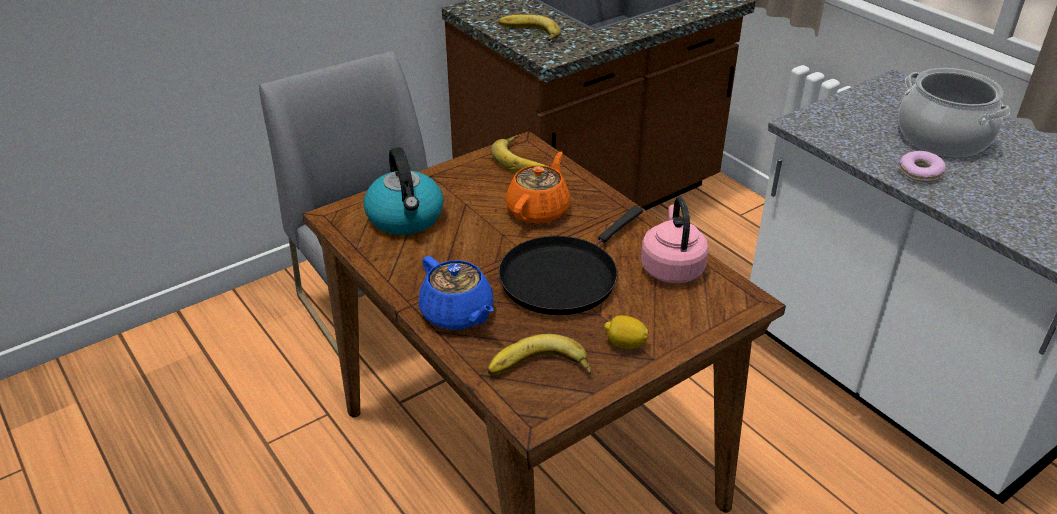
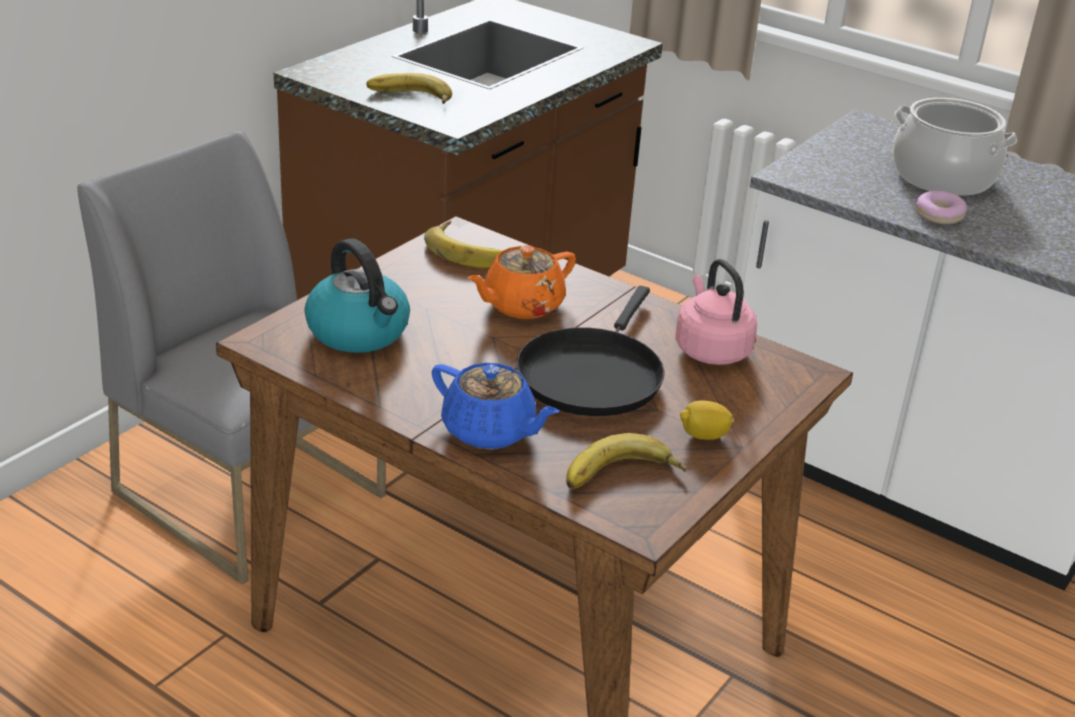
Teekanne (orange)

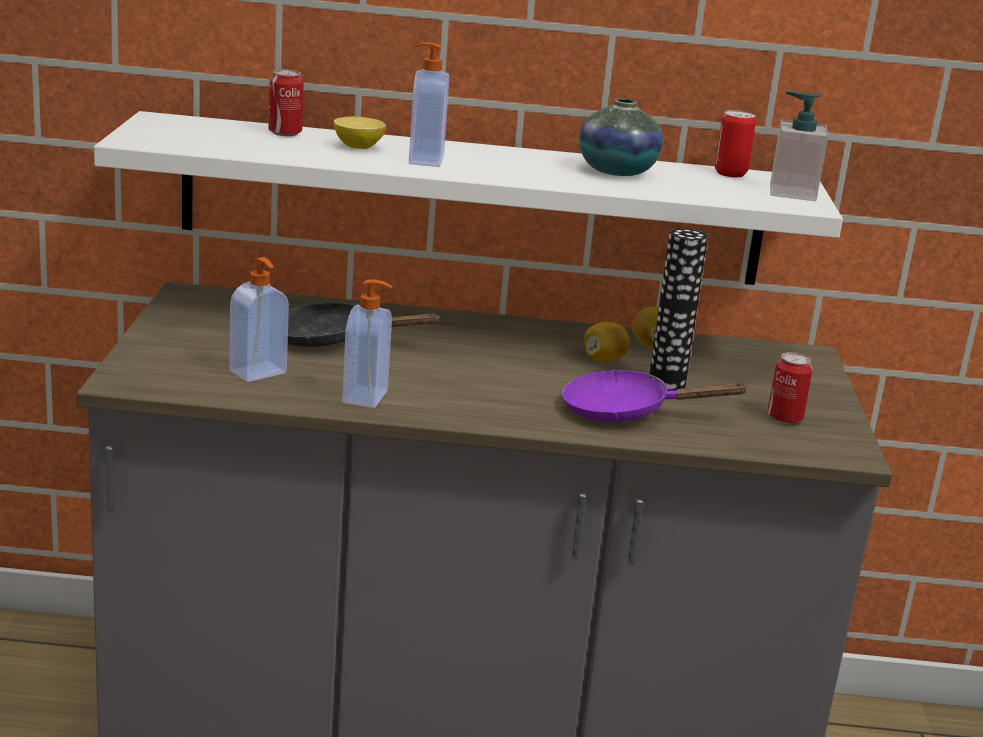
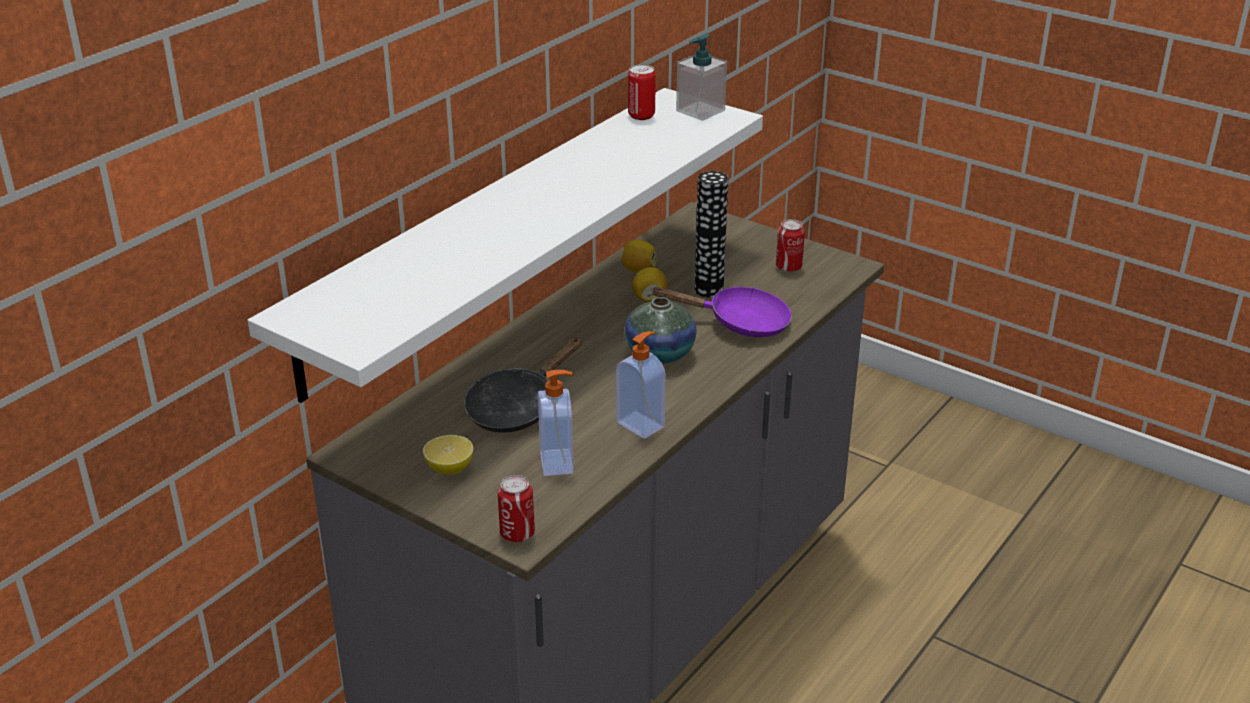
Seifenspender (3rd from left in the first image)
Dose (1st from left)
Vase (1st from left)
Zitrone (1st from left)
Pfanne (lila)

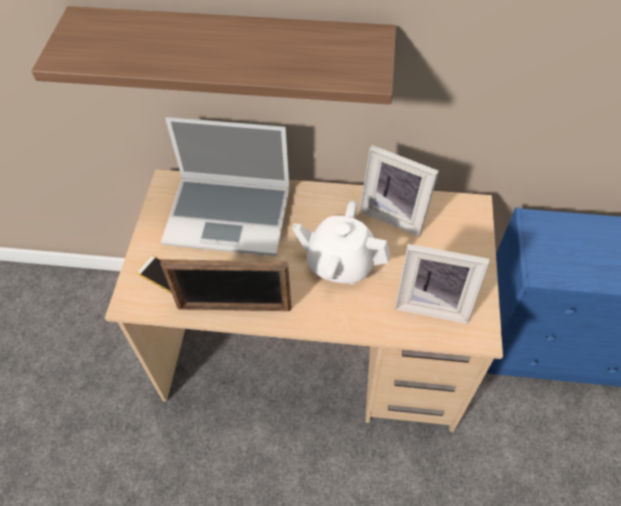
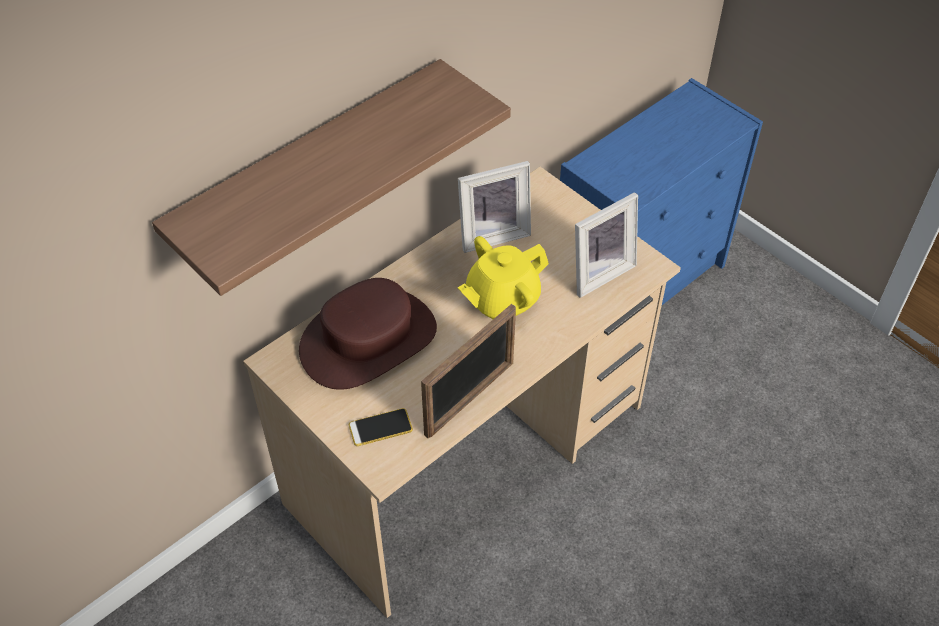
Hut (braun)
Teekanne (gelb)

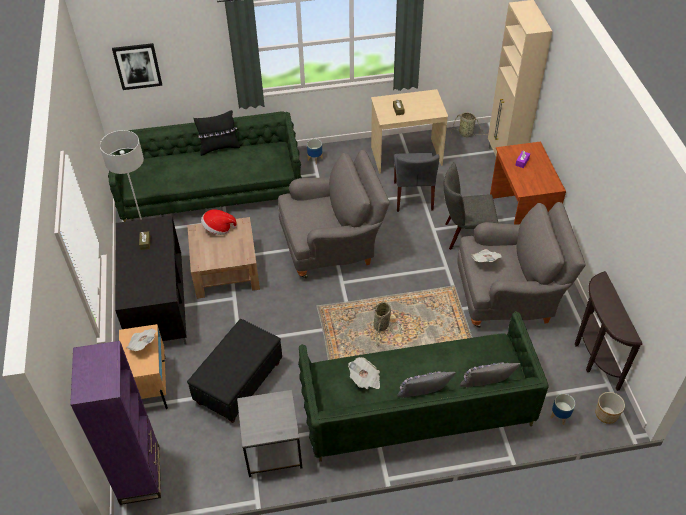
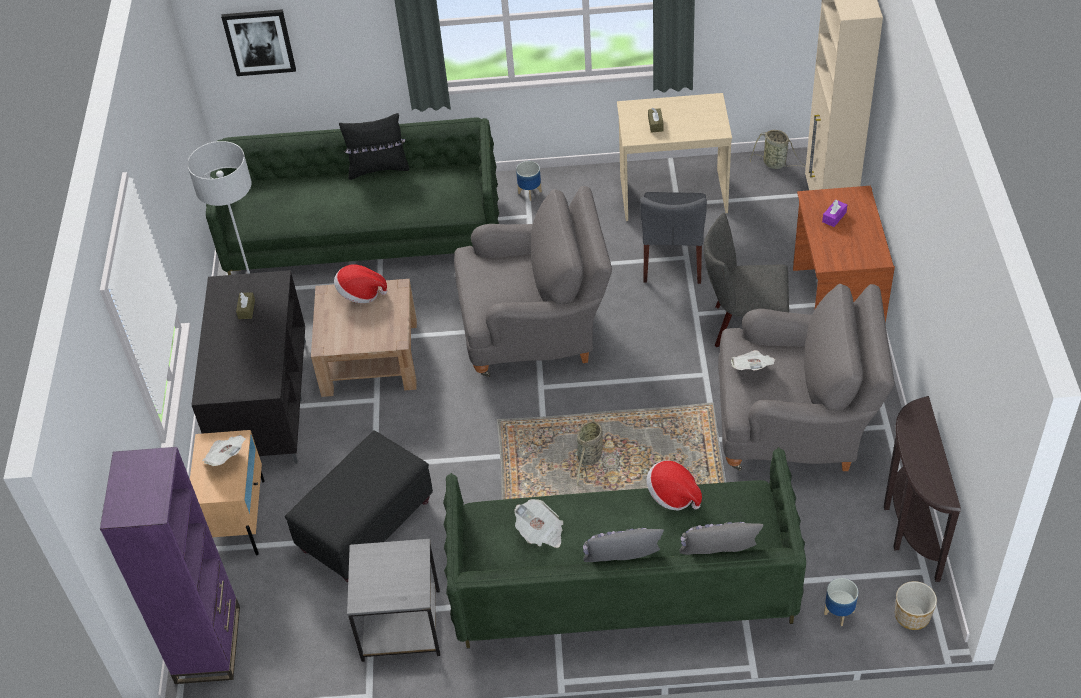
Hut (2nd from left)

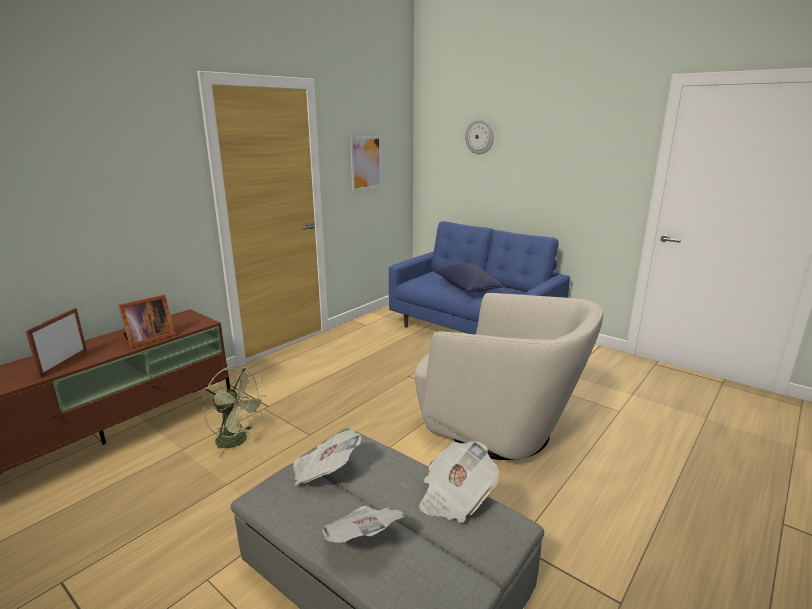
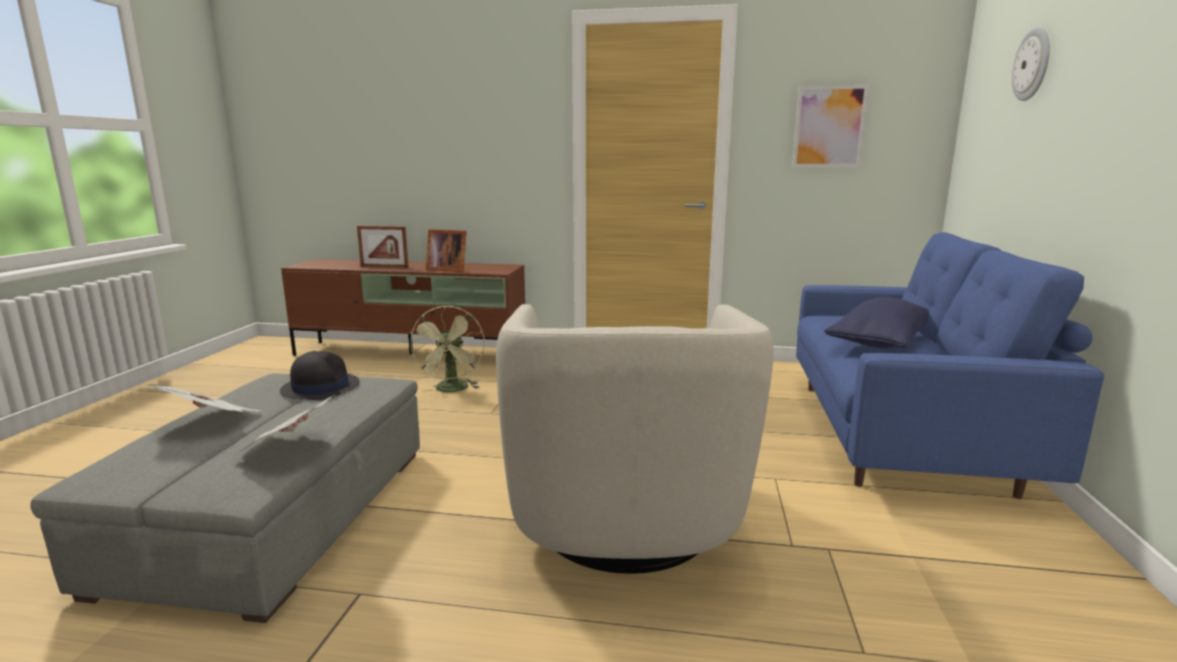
Bilderrahmen (1st from left)
Hut (schwarz)

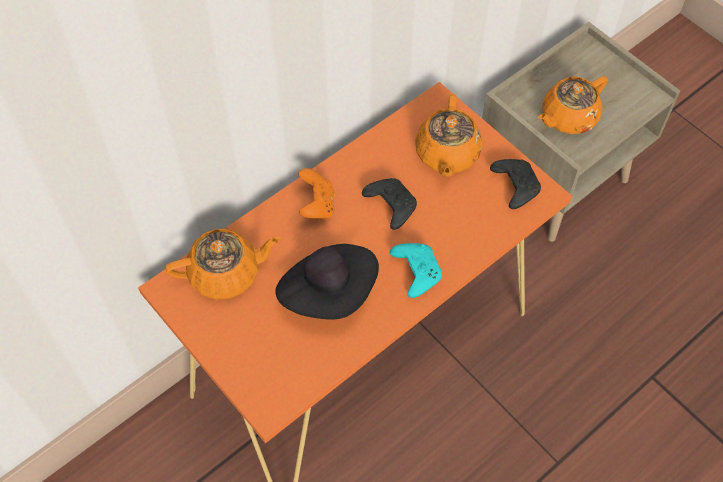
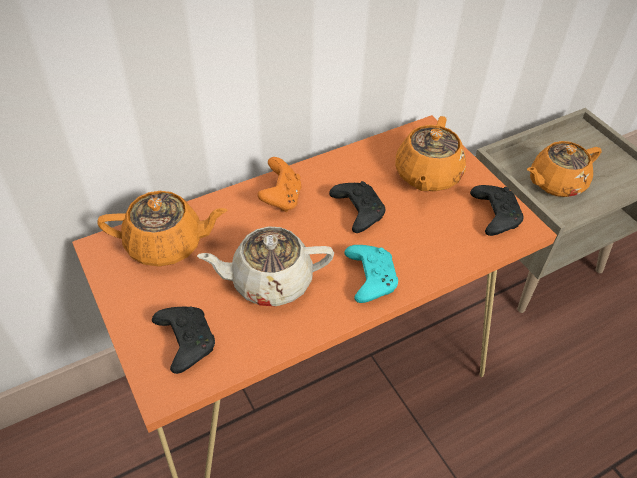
Teekanne (beige)
Gamepad (schwarz) (1st from left)

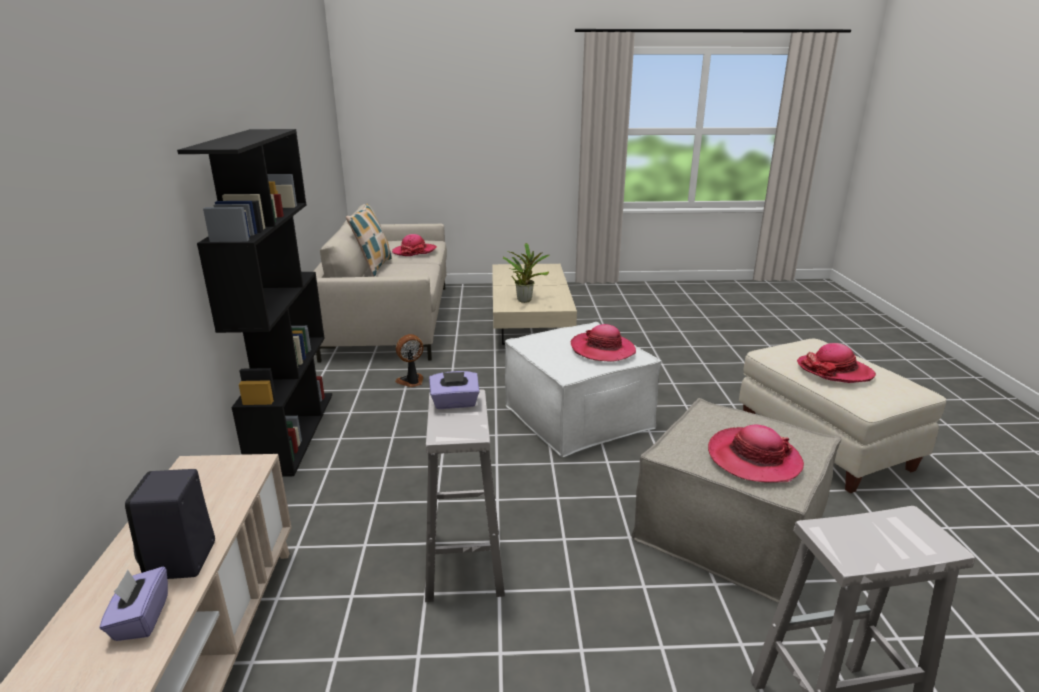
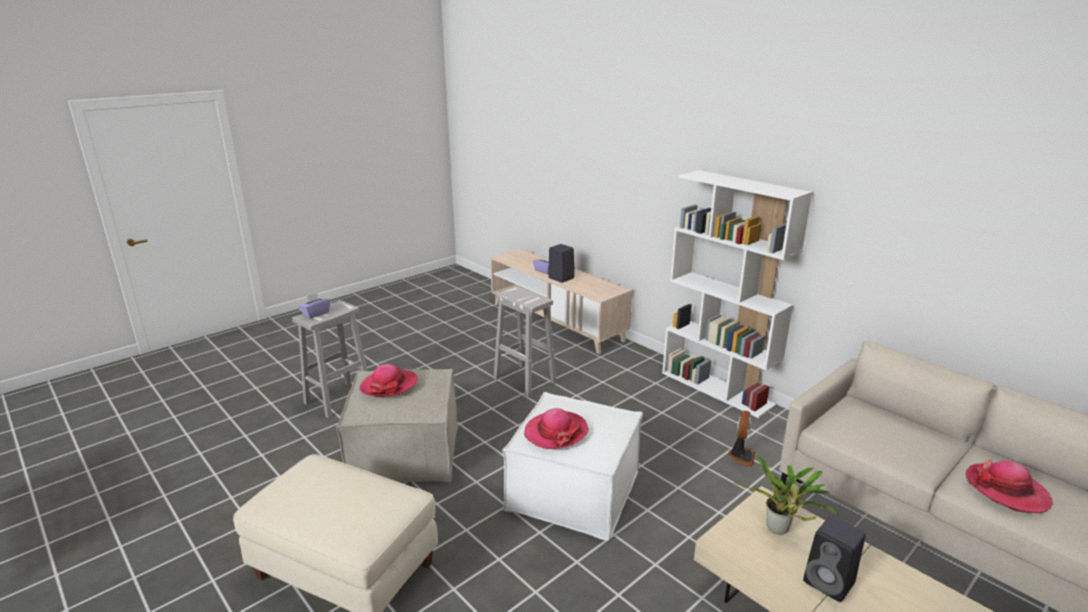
Bücherregal (weiß)
Kissen
Hut (4th from left in the first image)
Taschentuchbox (lila) (1st from left)
Lautsprecher (schwarz) (2nd from left)

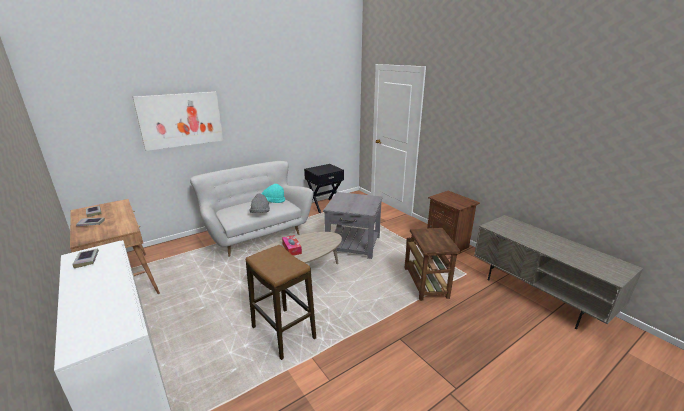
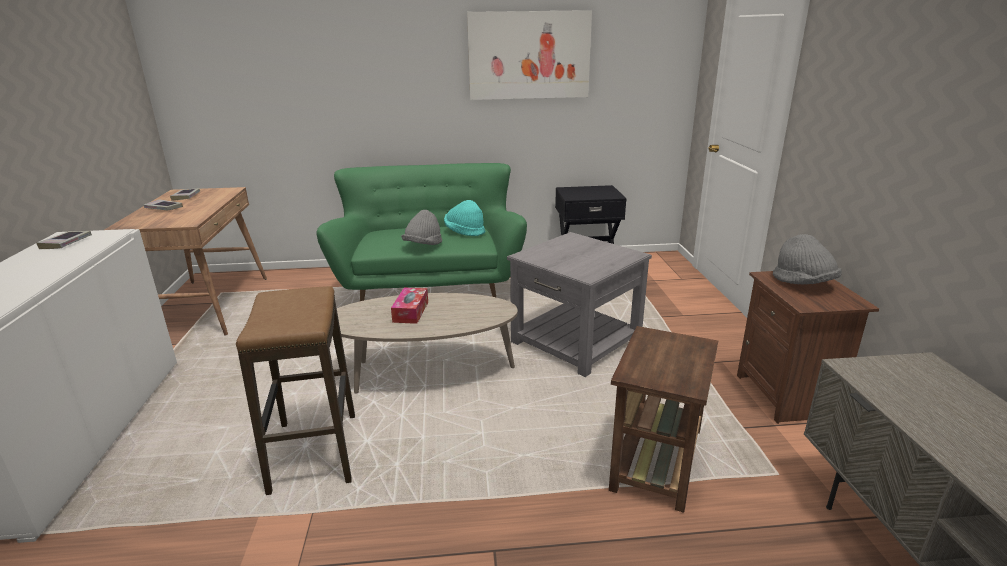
Bild
Sofa (grün)
Hut (grau) (2nd from left)

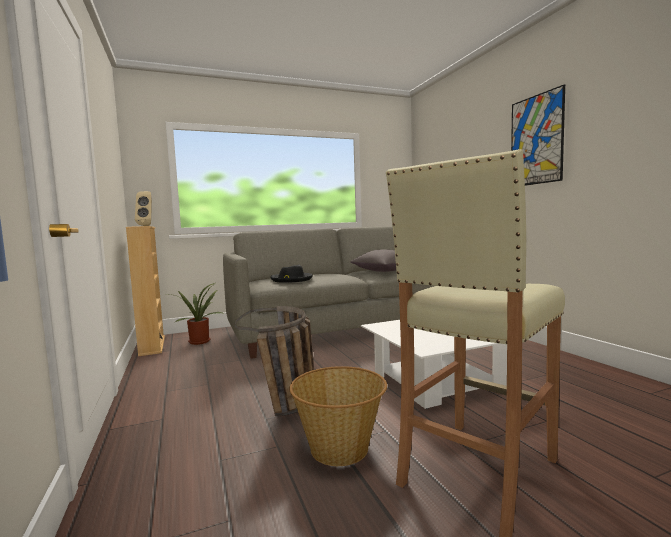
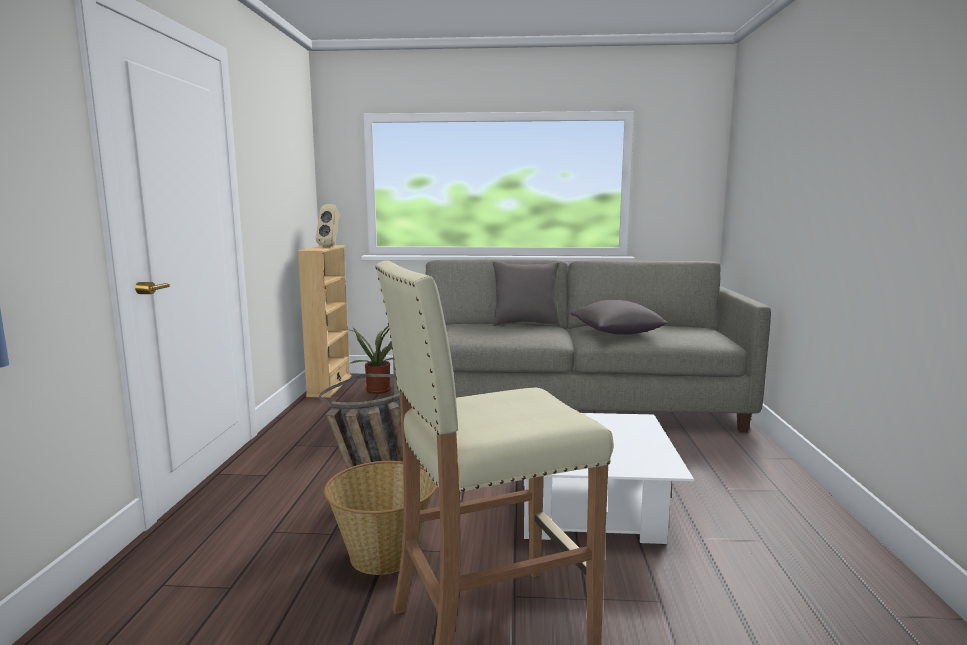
Bild
Hut (schwarz)
Kissen (grau) (1st from left)

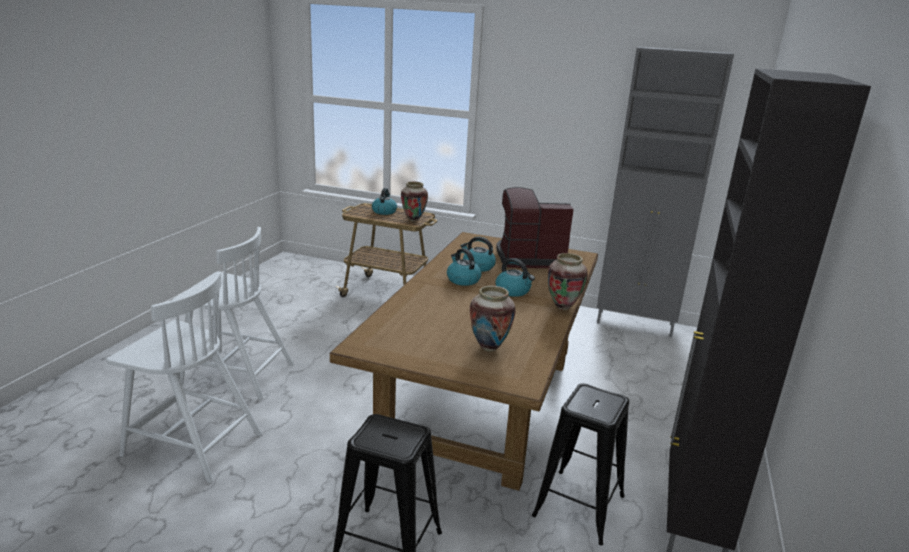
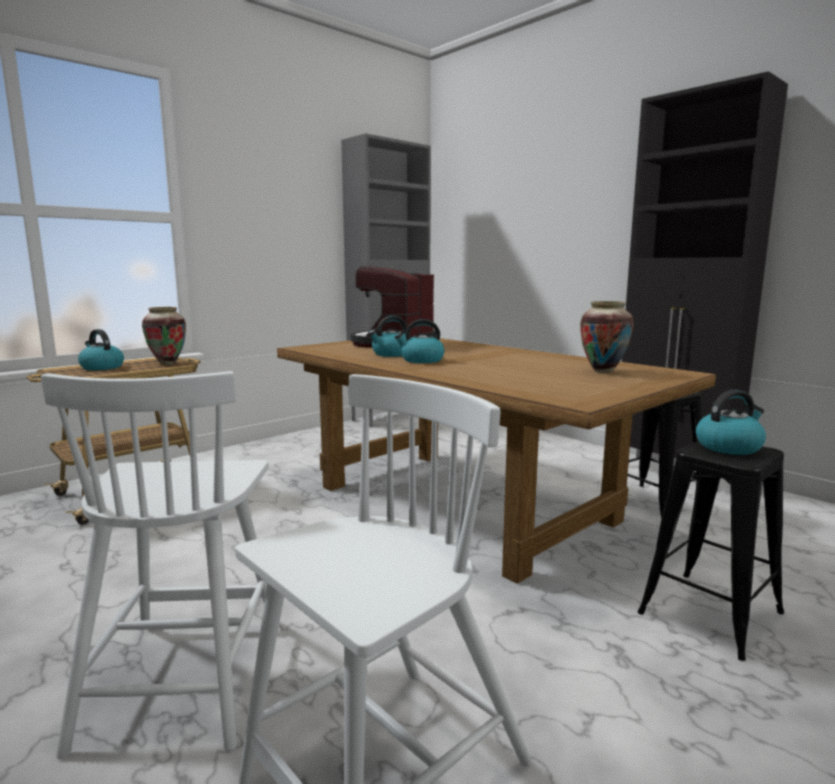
Stuhl (weiß) (1st from left)
Vase (3rd from left in the first image)
Wasserkessel (4th from left)

